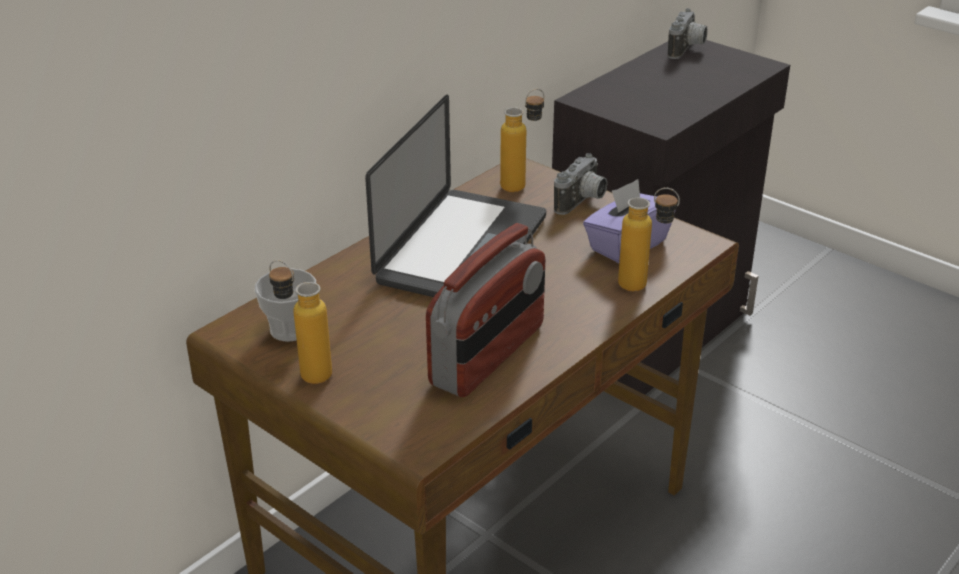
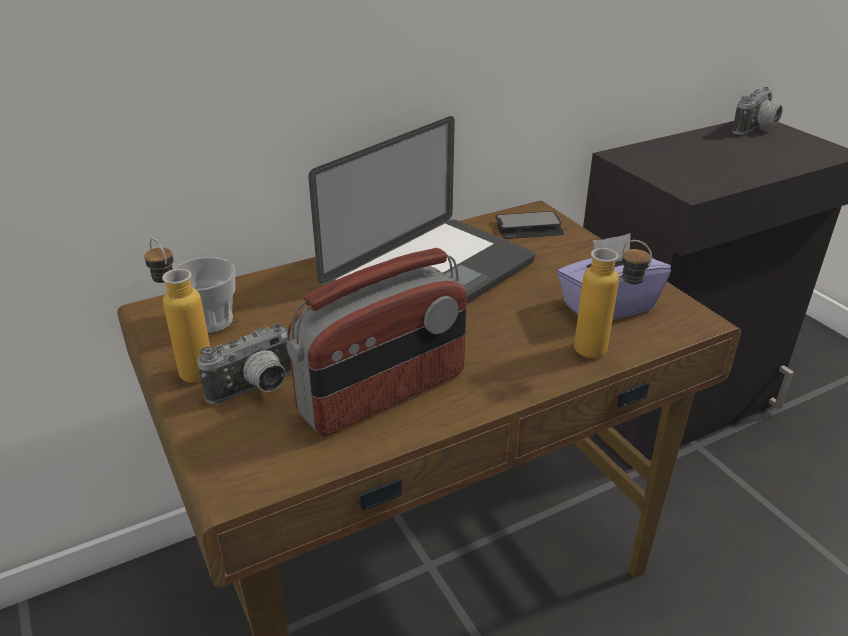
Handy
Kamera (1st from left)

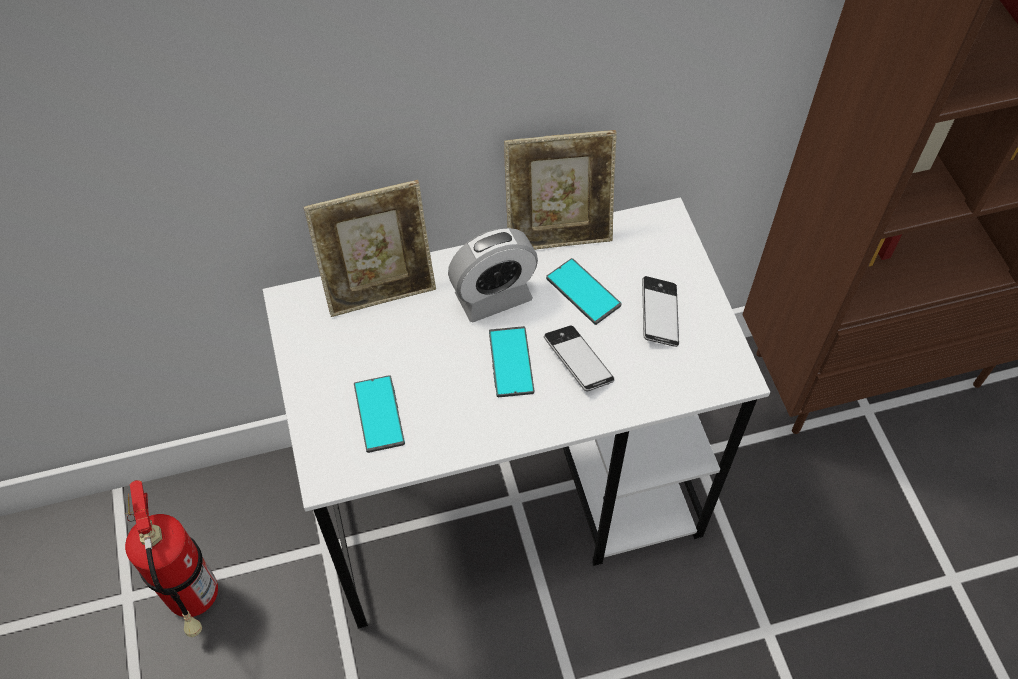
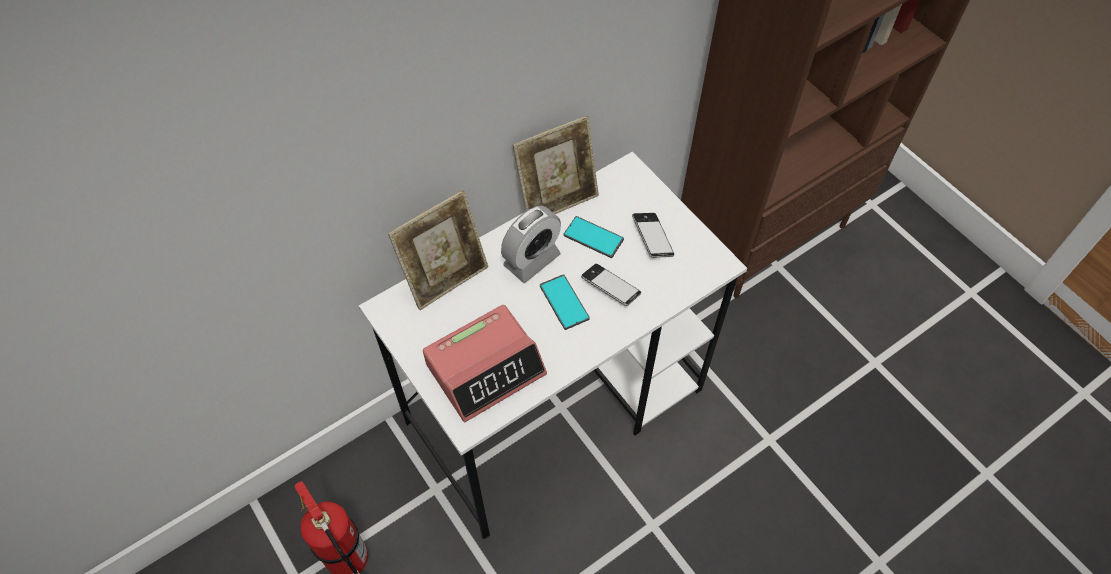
Wecker (1st from left)

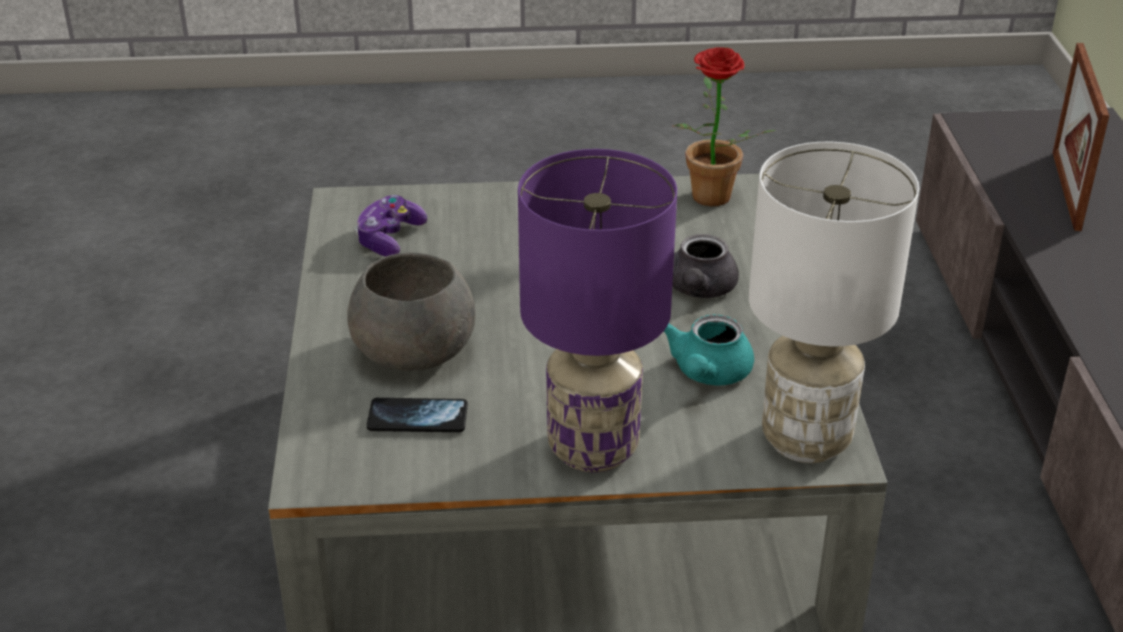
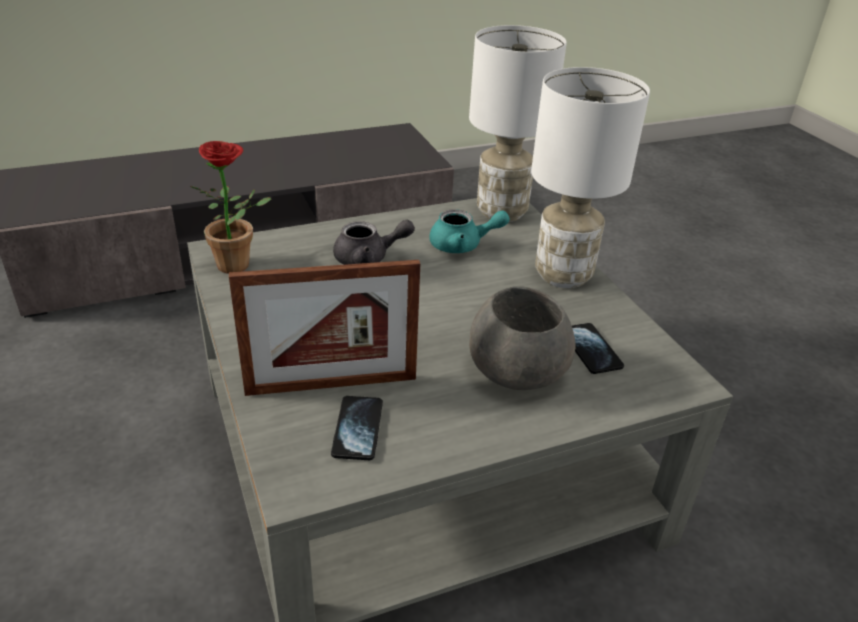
Bilderrahmen
Tischlampe (weiß) (2nd from left)
Handy (1st from left)

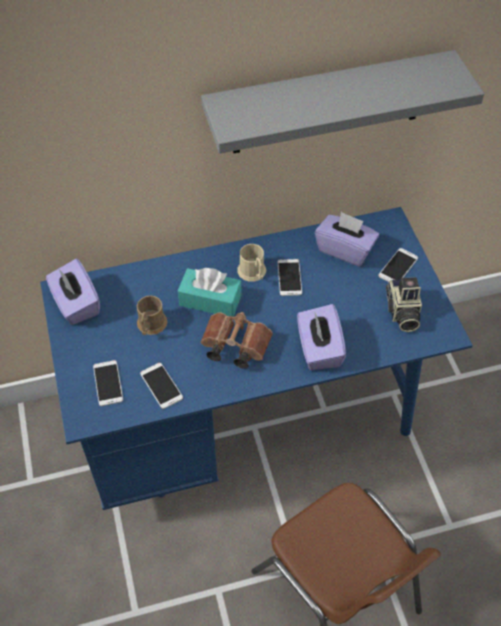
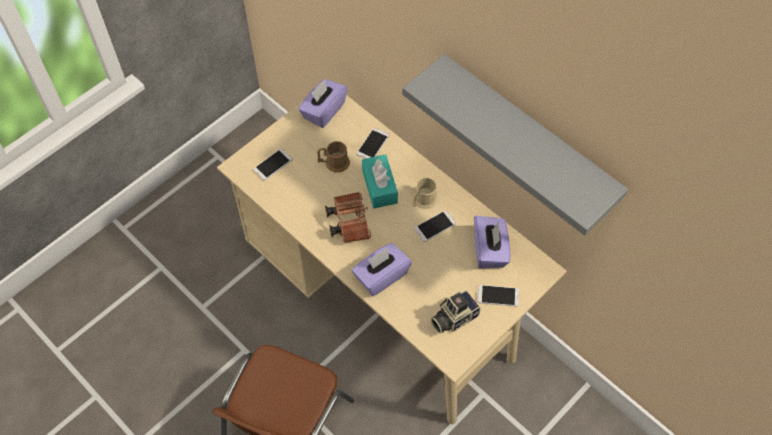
Schreibtisch (beige)
Handy (2nd from left)

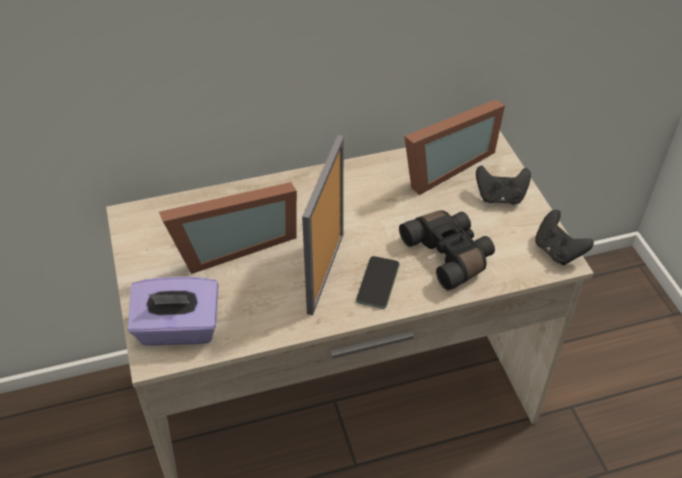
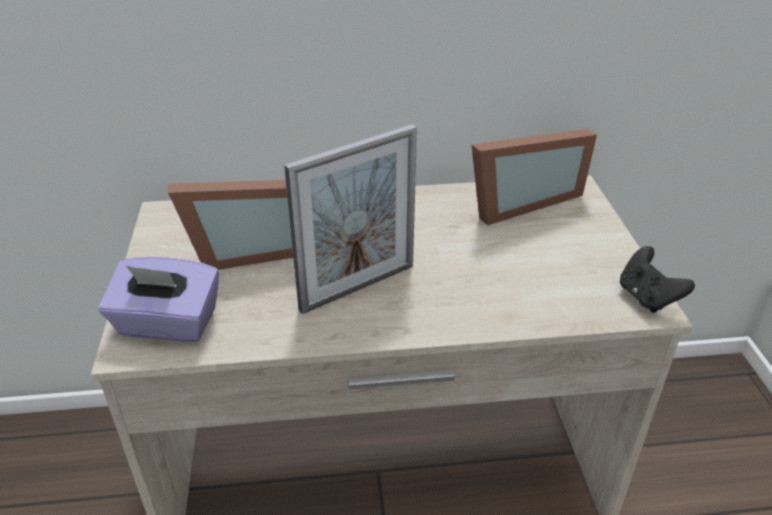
Bilderrahmen (2nd from left)
Gamepad (schwarz) (1st from left in the first image)
Fernglas (schwarz)
Handy

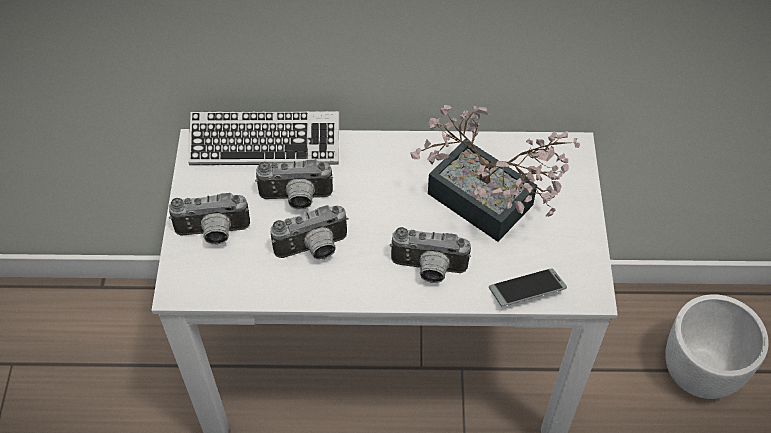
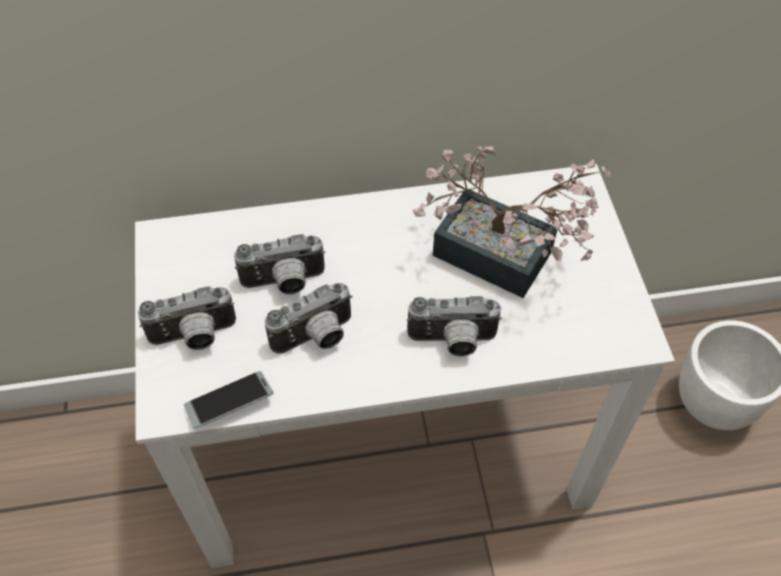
Tastatur
Handy

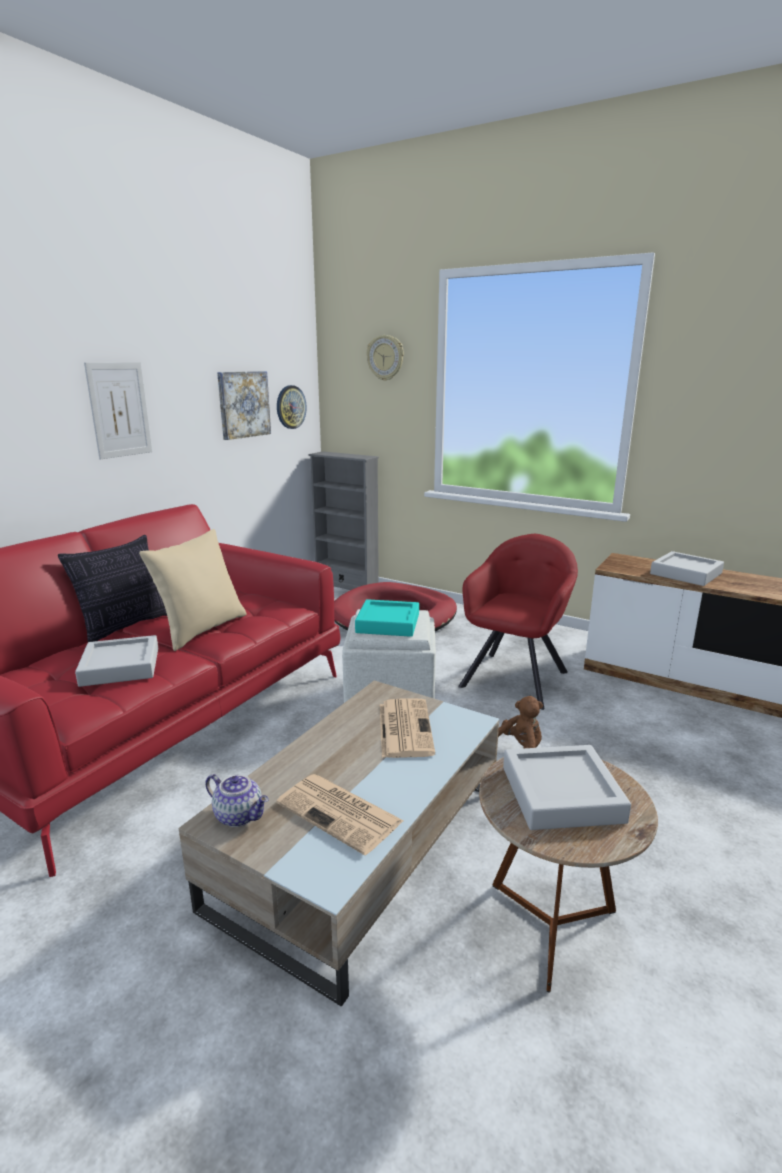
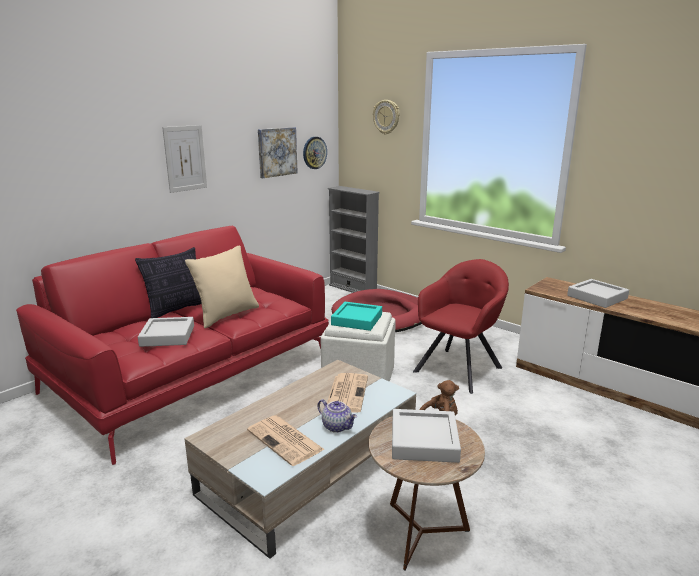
Teekanne

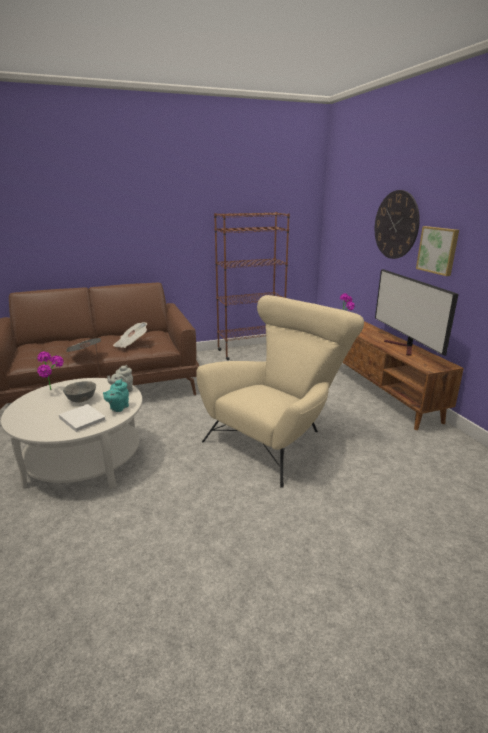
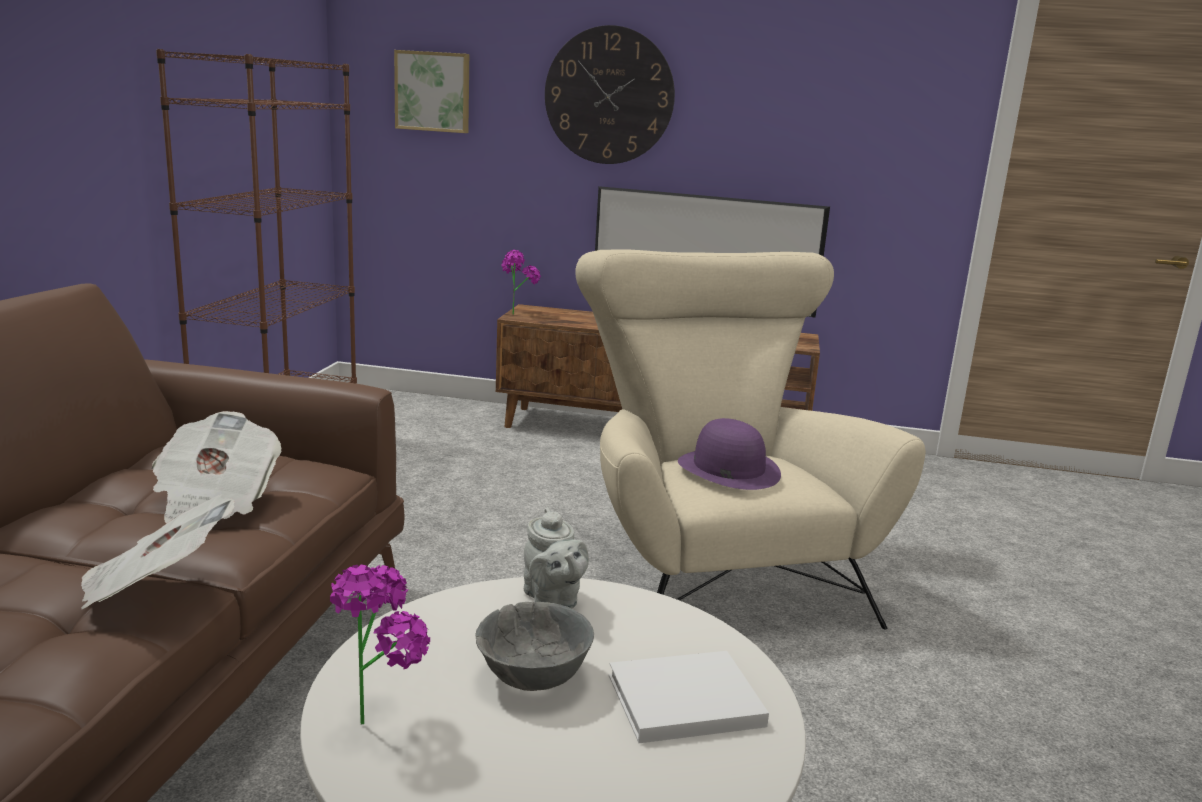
Bild
Teekanne (türkis)
Hut (lila)

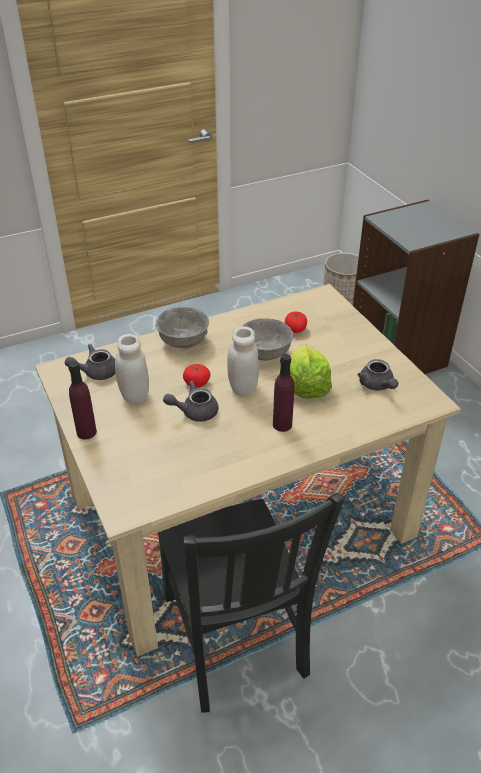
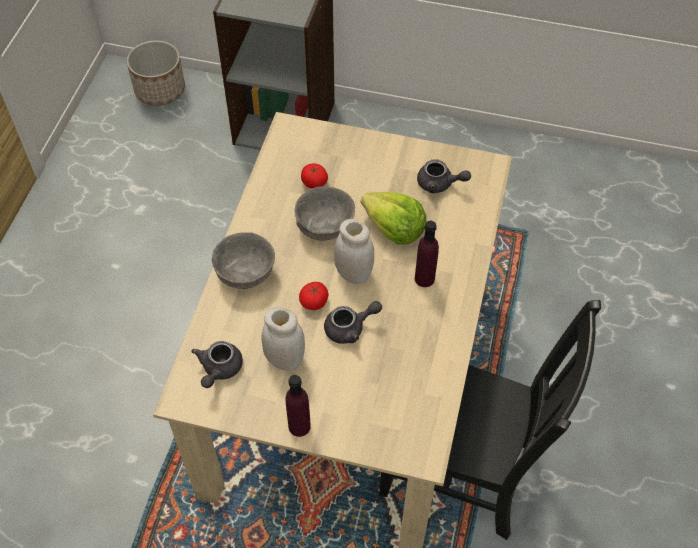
Teekanne (grau) (2nd from left)

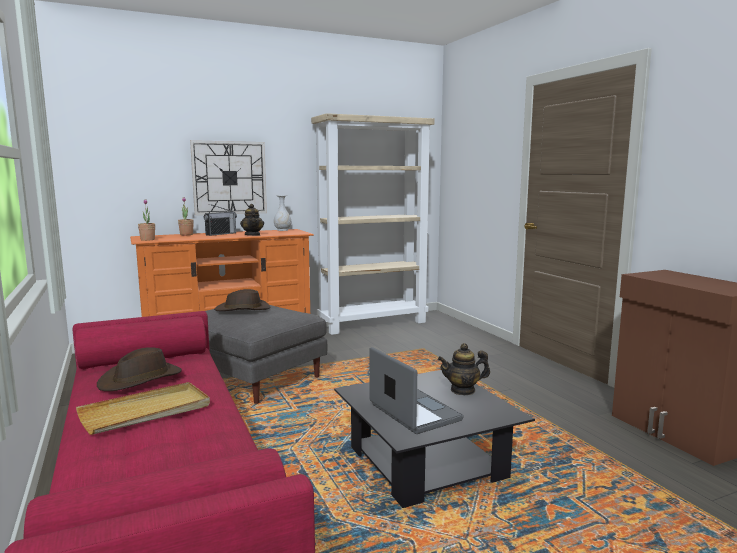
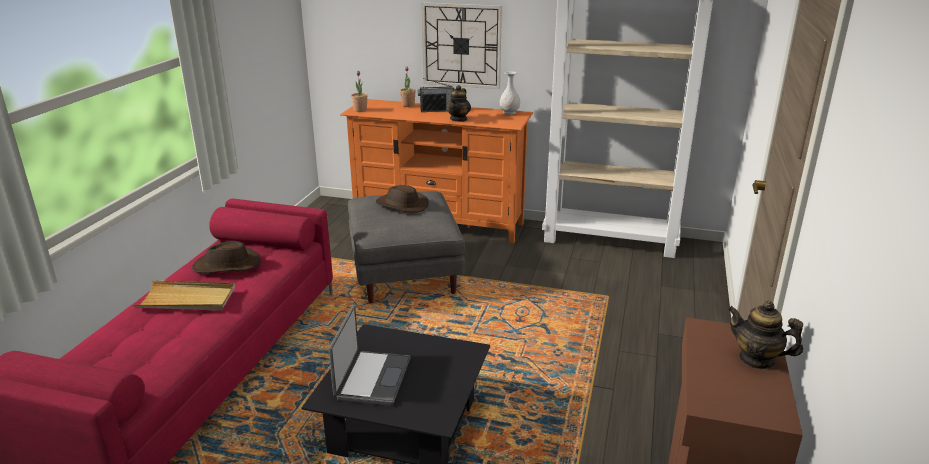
Teekanne (2nd from left)

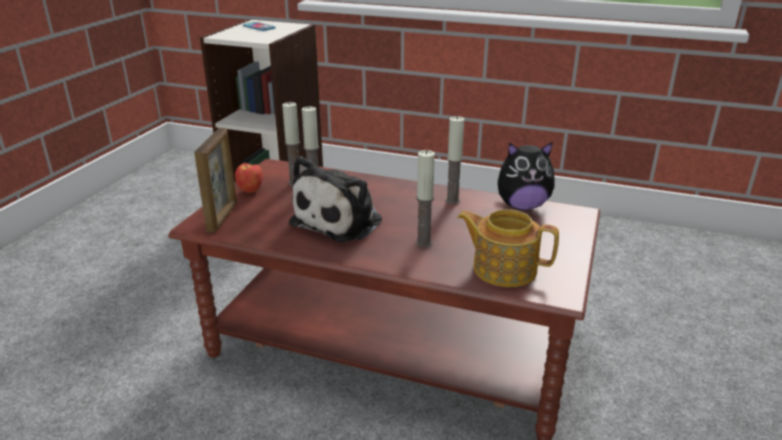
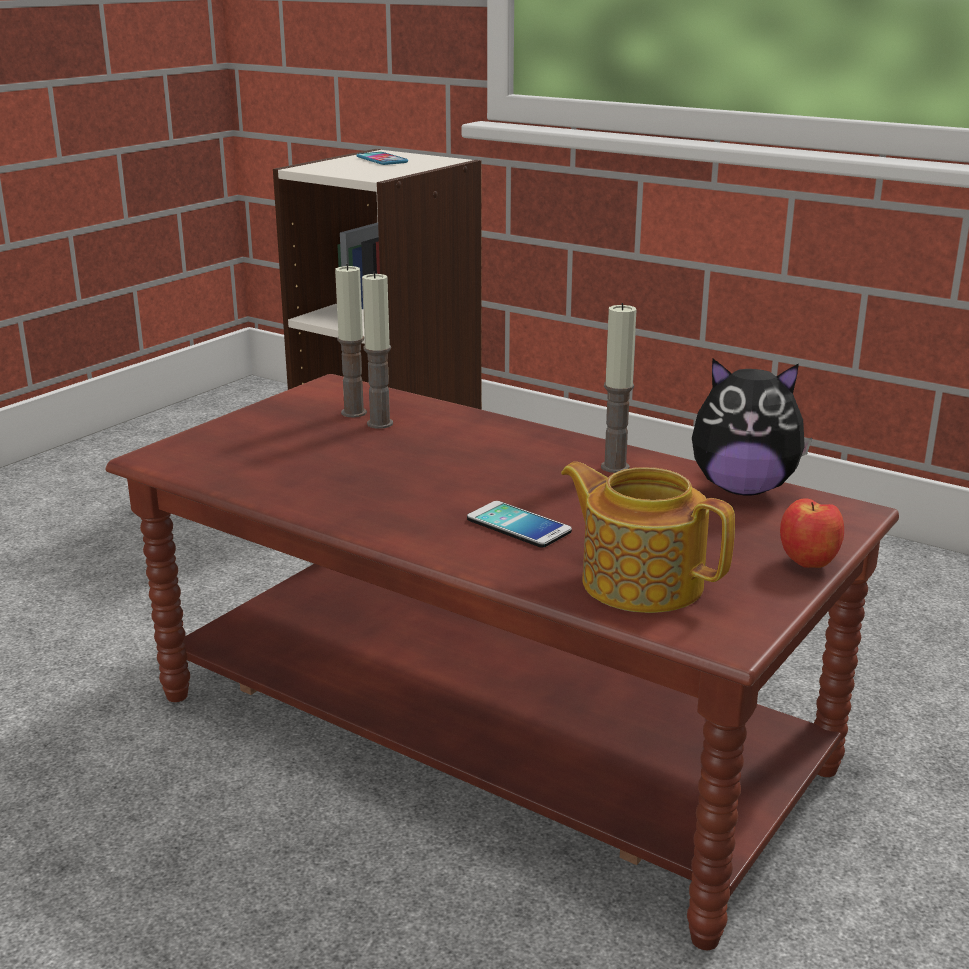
Bilderrahmen
Handy (2nd from left)
Plüschtier (1st from left in the first image)
Apfel

